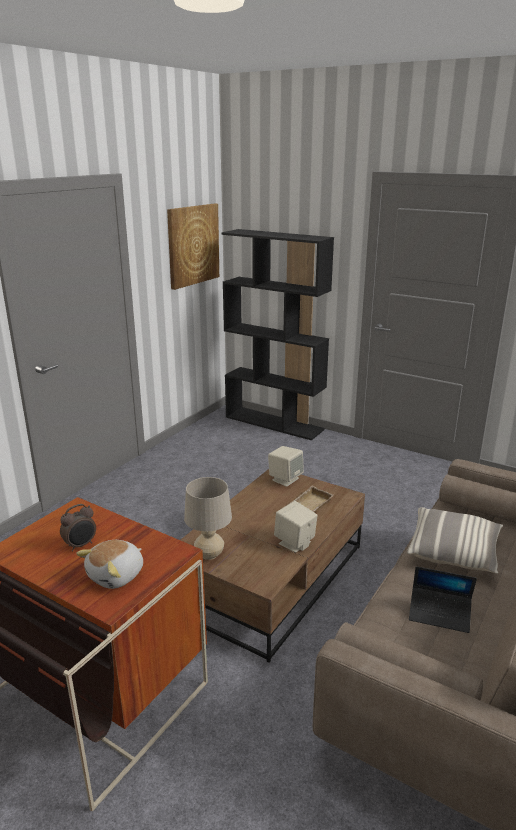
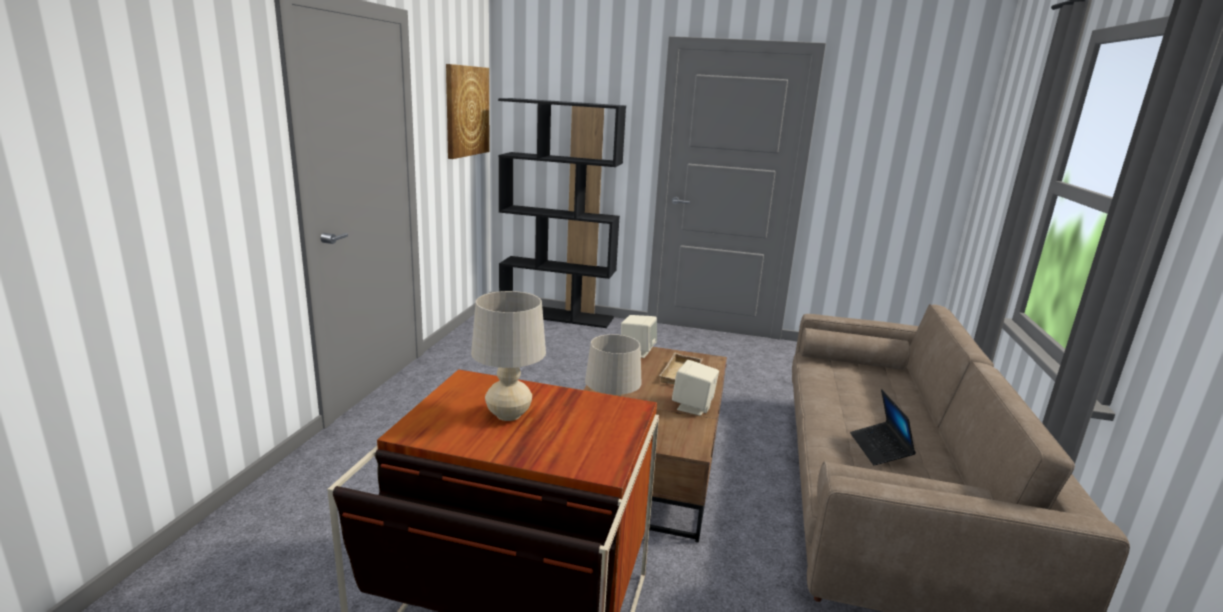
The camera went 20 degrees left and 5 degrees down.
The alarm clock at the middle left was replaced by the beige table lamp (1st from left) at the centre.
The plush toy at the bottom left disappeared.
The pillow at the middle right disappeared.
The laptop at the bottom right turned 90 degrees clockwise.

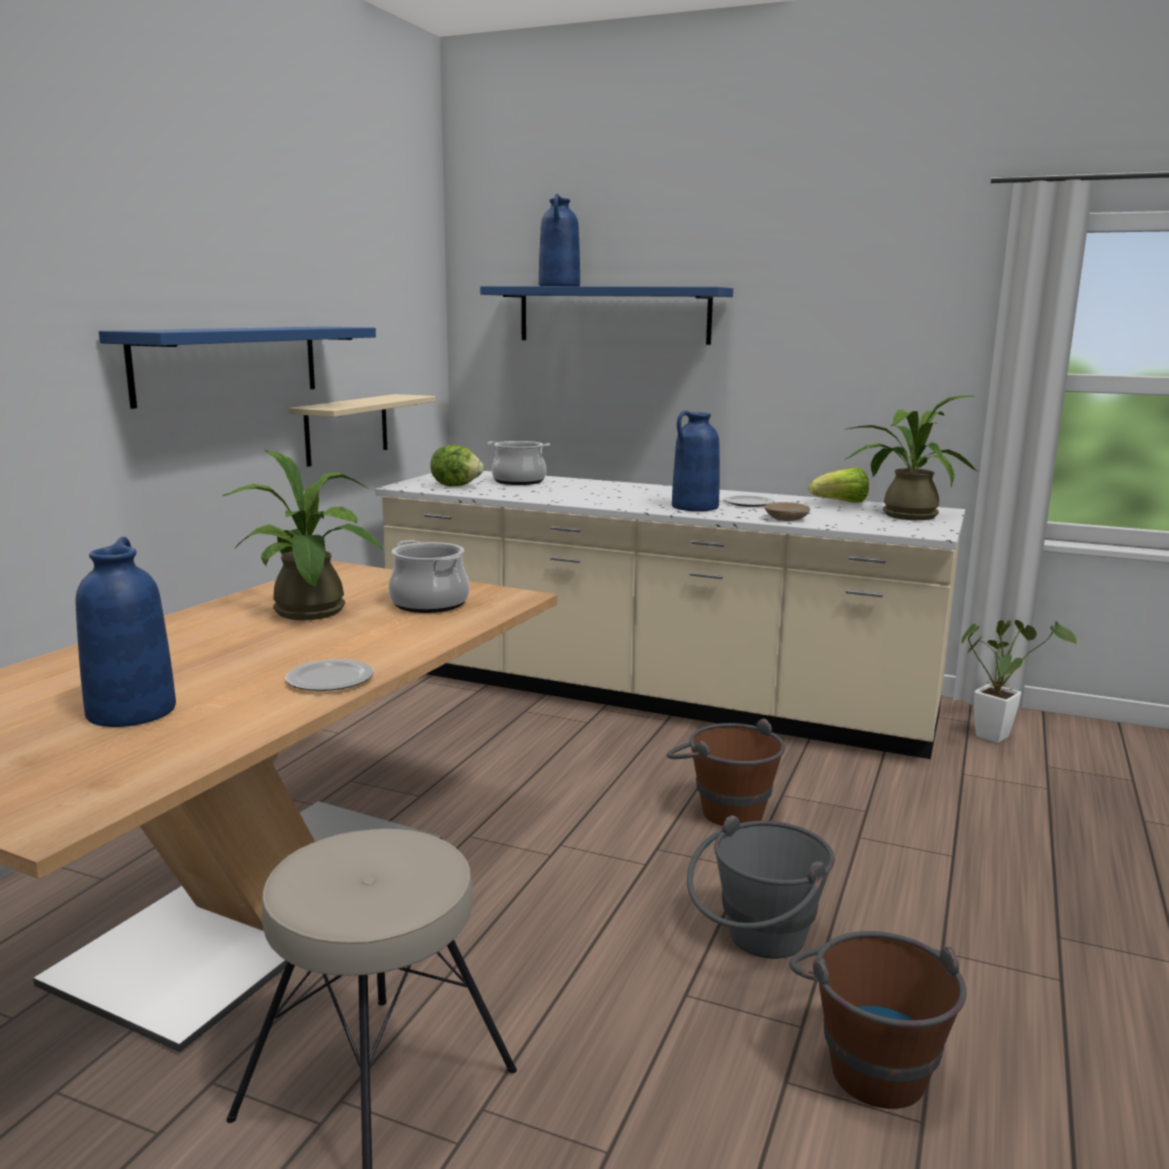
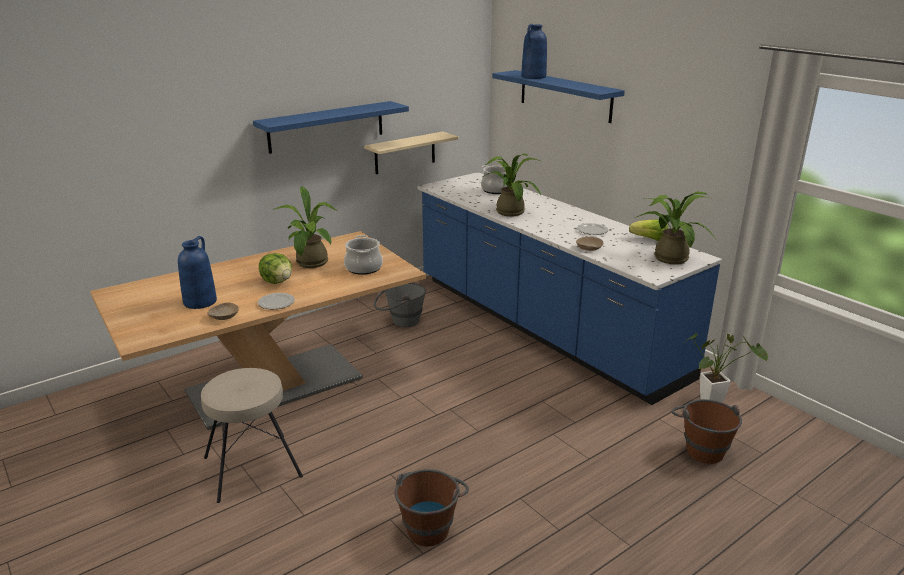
The camera went 30 degrees right and 10 degrees up.
The beige counter at the centre became the blue counter at the centre.
The lettuce (1st from left) moved from the centre to the middle left.
The brown bucket (1st from left in the first image) moved from the centre to the bottom right.
The blue vase (3rd from left) at the centre disappeared.
The grey bucket moved from the bottom centre to the centre.
The beige bowl (1st from left) at the middle left appeared.
The potted plant (2nd from left) at the top centre appeared.

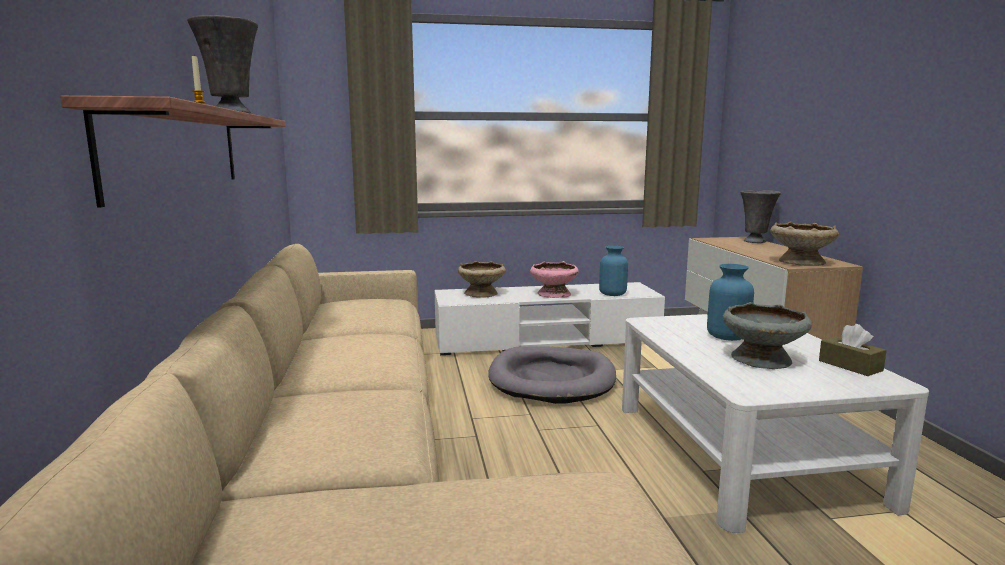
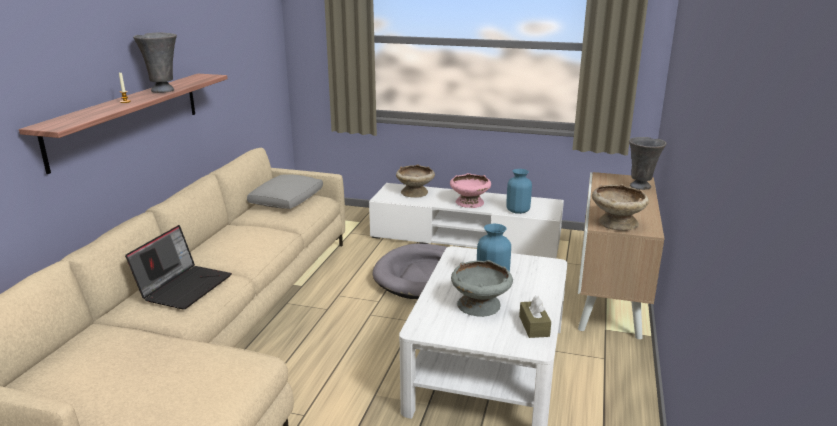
The camera went 25 degrees right and 10 degrees up.
The laptop at the middle left appeared.
The grey pillow at the centre appeared.

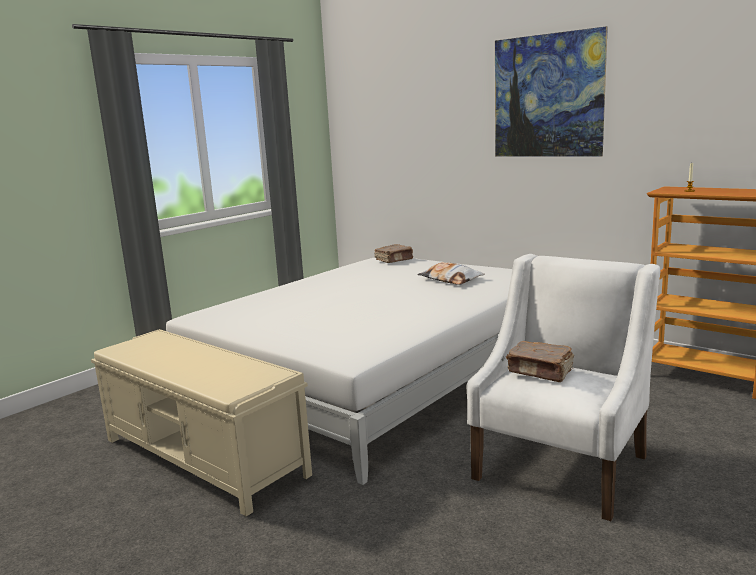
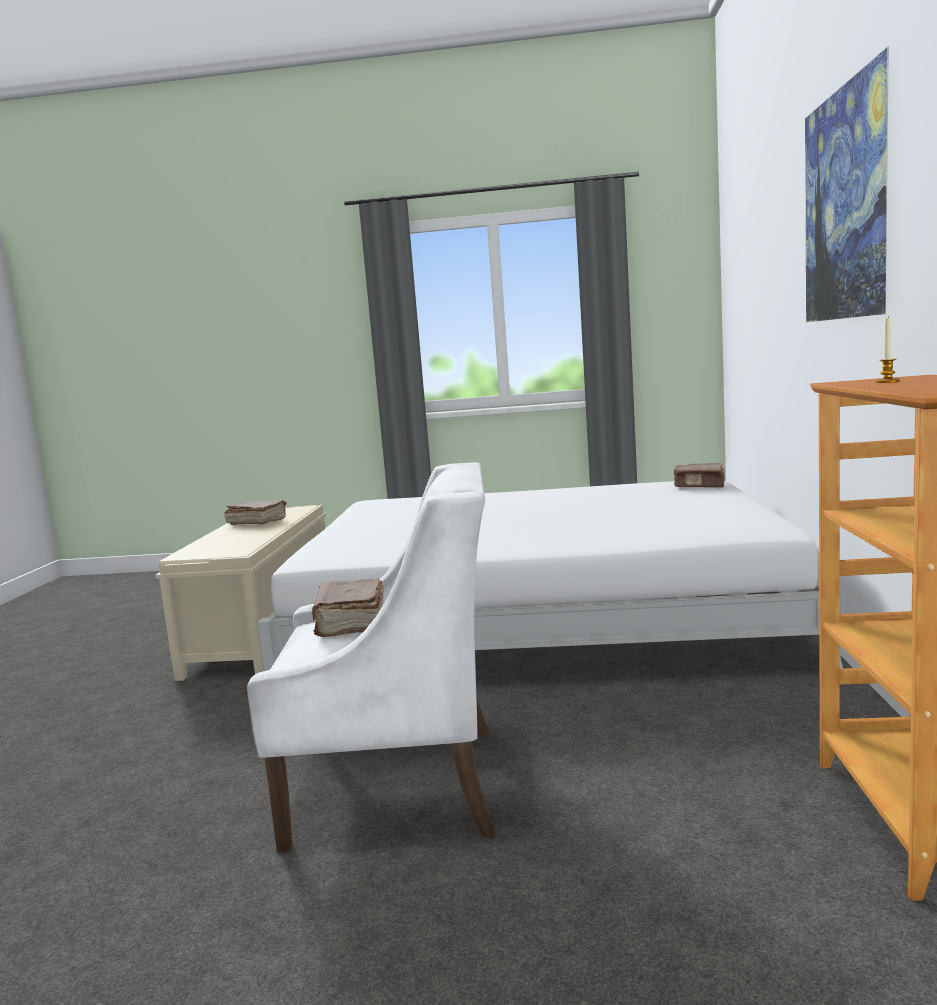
The camera went 55 degrees right and 5 degrees down.
The pillow at the centre disappeared.
The brown book (1st from left) at the middle left appeared.

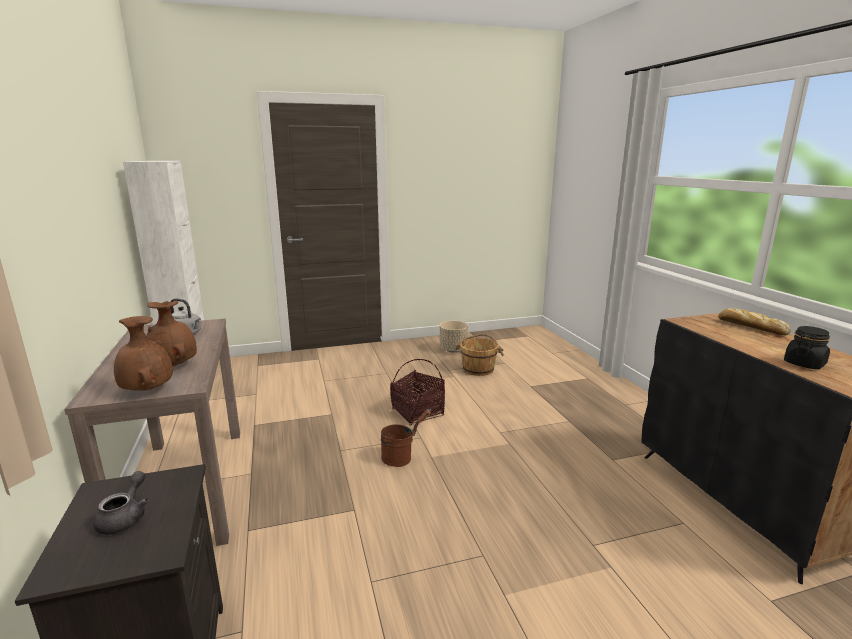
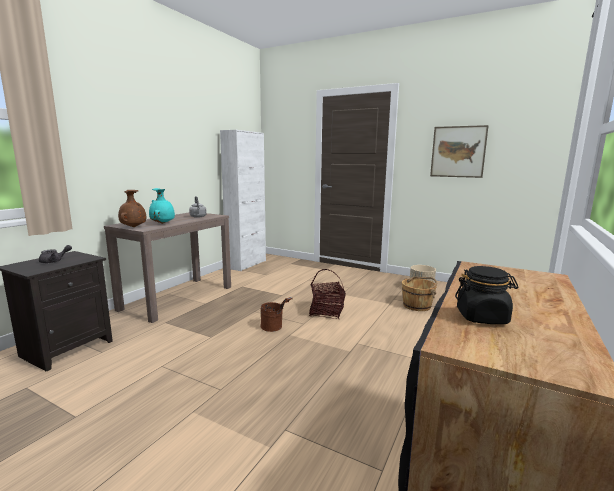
The camera went 45 degrees right and 5 degrees down.
The brown vase (2nd from left) at the middle left became the turquoise vase at the middle left.
The bread at the middle right disappeared.
The picture at the top right appeared.

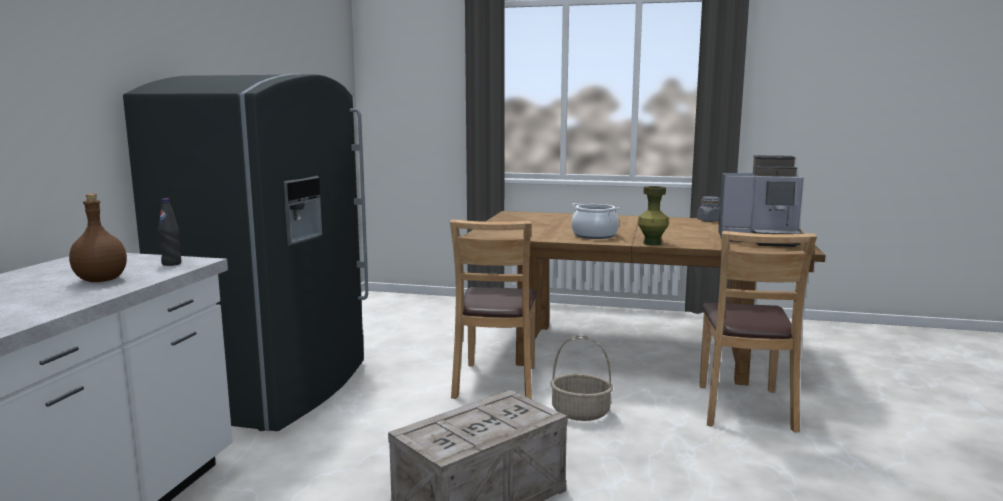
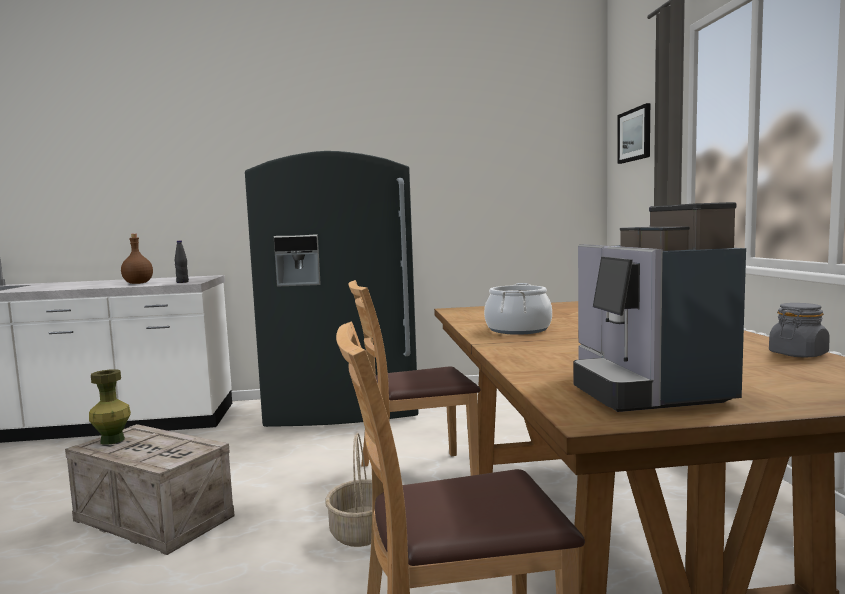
The camera went 70 degrees right and 5 degrees down.
The green vase moved from the centre to the bottom left.
The picture at the top right appeared.

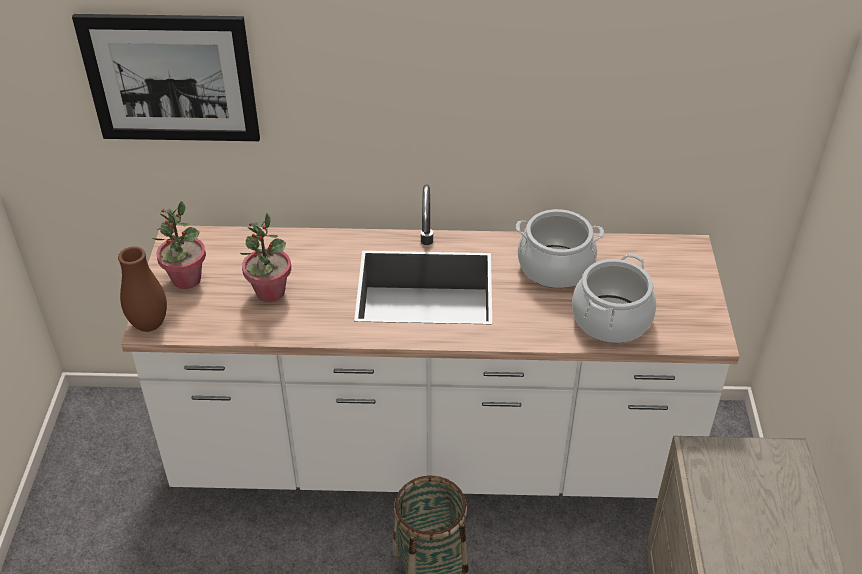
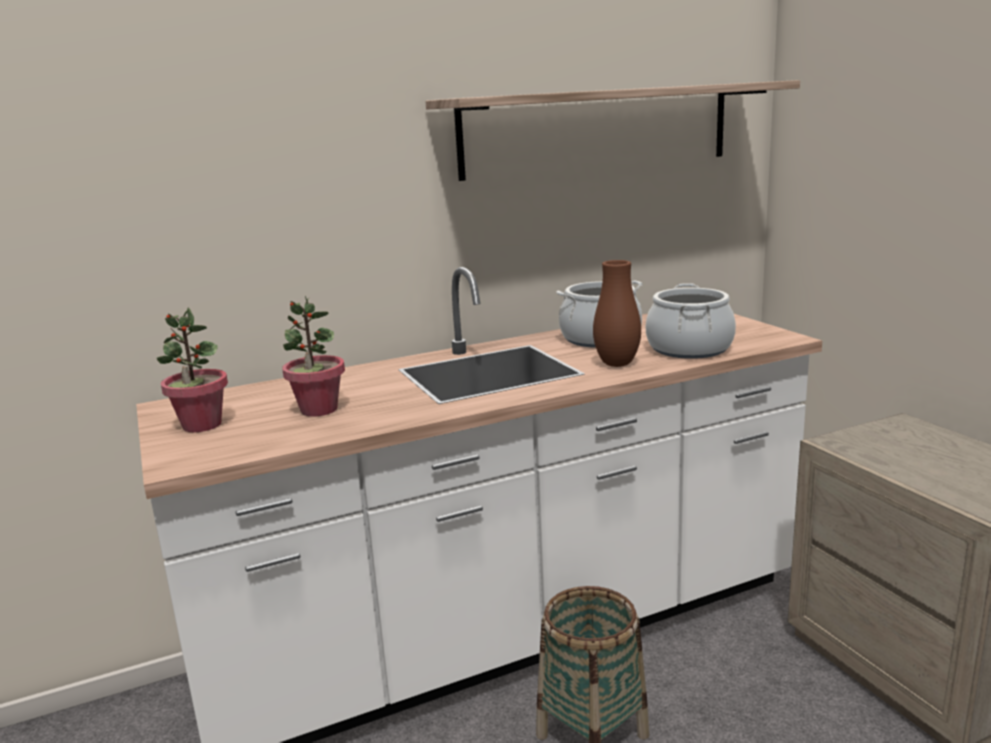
The camera went 25 degrees left and 25 degrees down.
The picture at the top left disappeared.
The brown vase moved from the middle left to the centre.
The shelf at the top centre appeared.

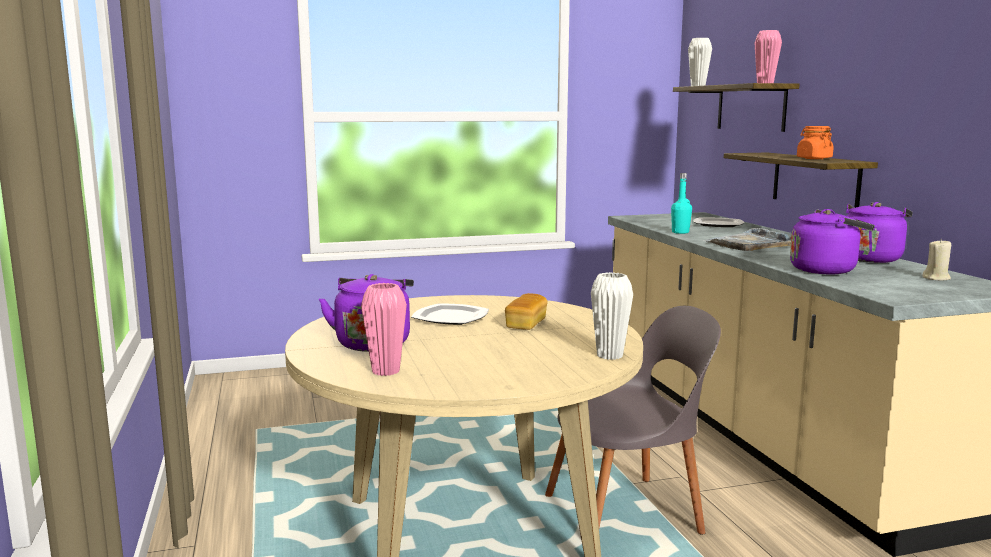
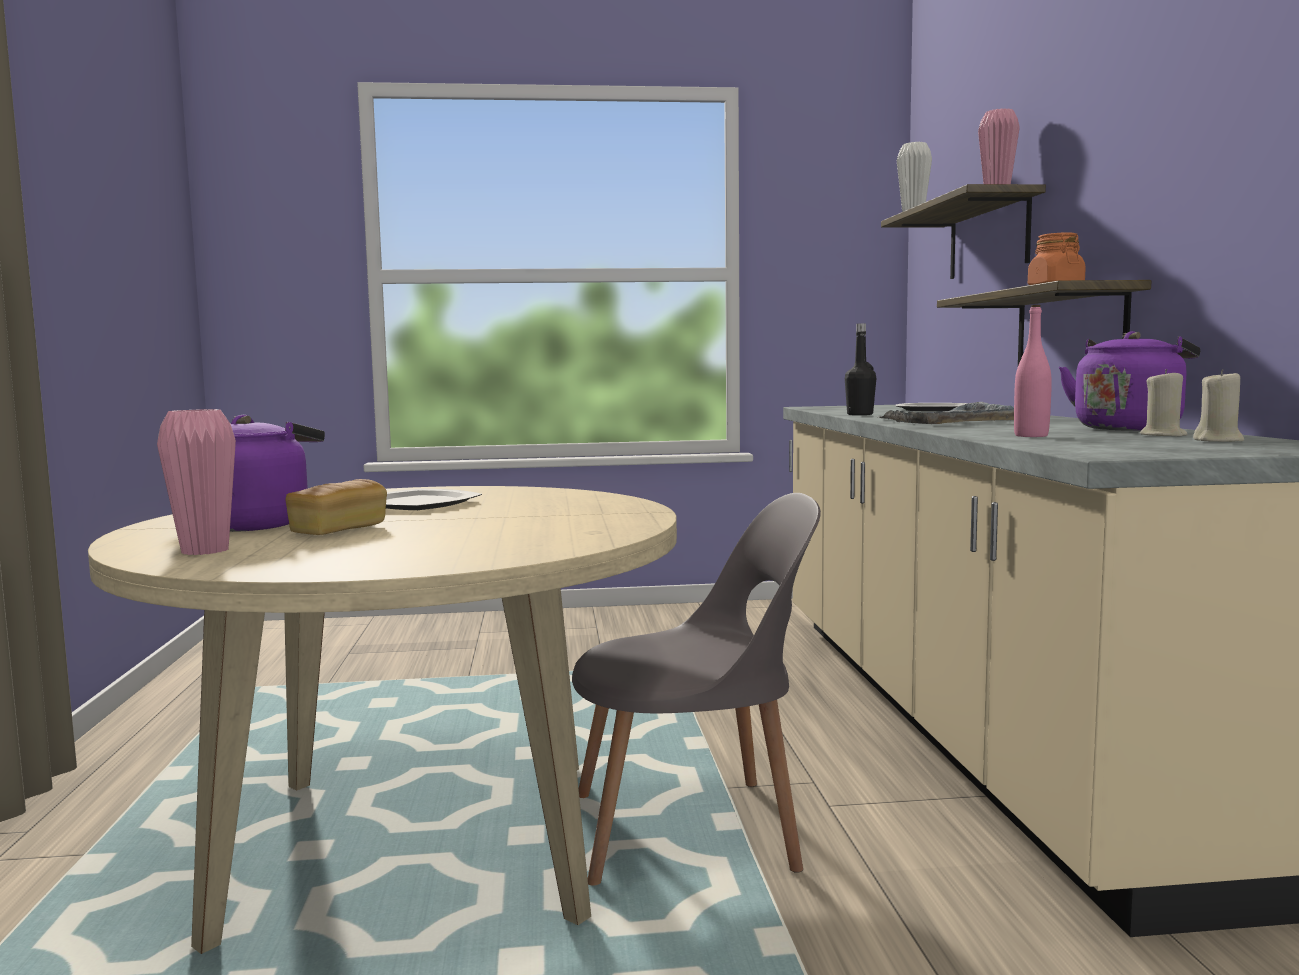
The camera went 10 degrees right and 5 degrees down.
The bread moved from the centre to the middle left.
The white vase (1st from left) at the centre disappeared.
The turquoise bottle at the middle right became the black bottle at the centre.
The purple kettle (2nd from left) at the middle right was replaced by the pink bottle at the middle right.
The beige candle (1st from left) at the middle right appeared.

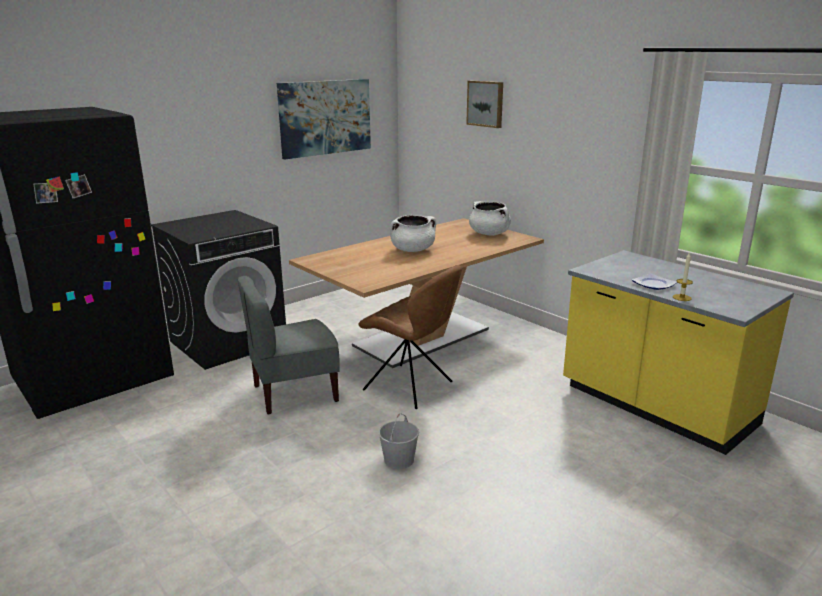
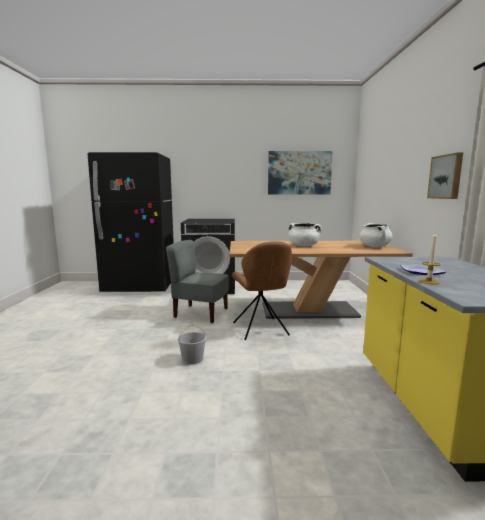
The camera went 40 degrees right and 10 degrees down.
The picture (2nd from left) moved from the top centre to the middle right.

